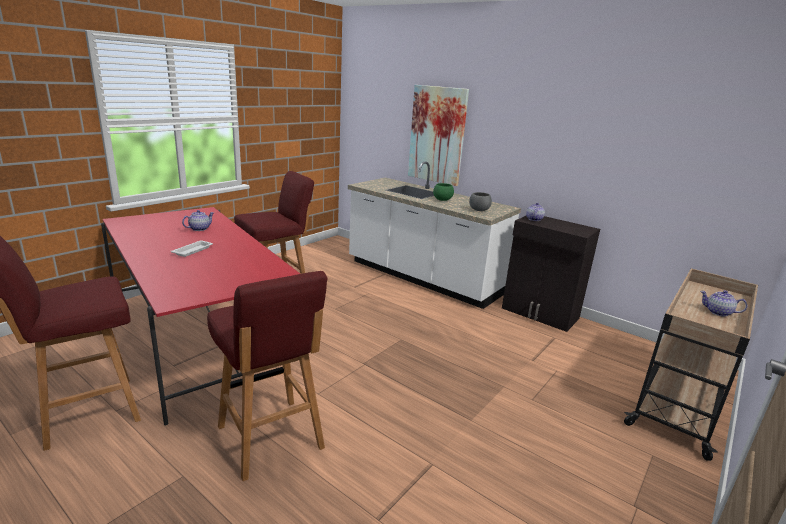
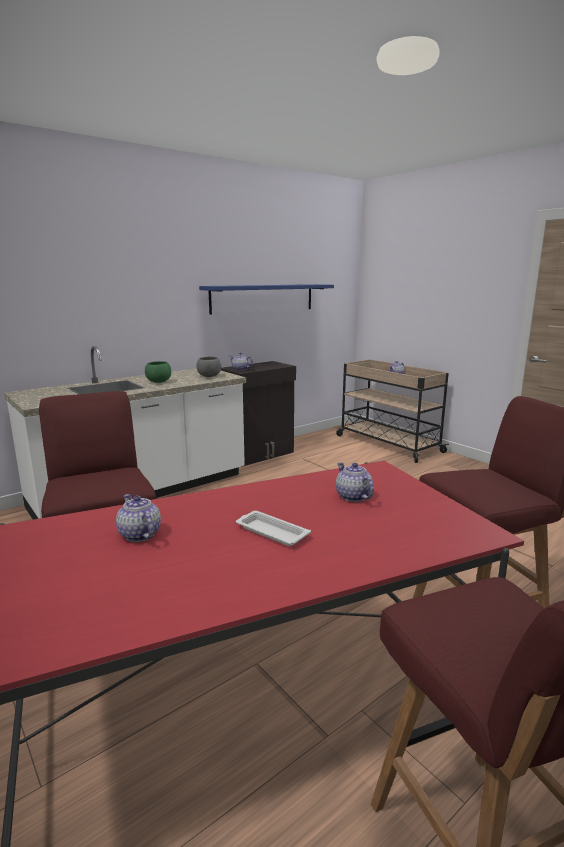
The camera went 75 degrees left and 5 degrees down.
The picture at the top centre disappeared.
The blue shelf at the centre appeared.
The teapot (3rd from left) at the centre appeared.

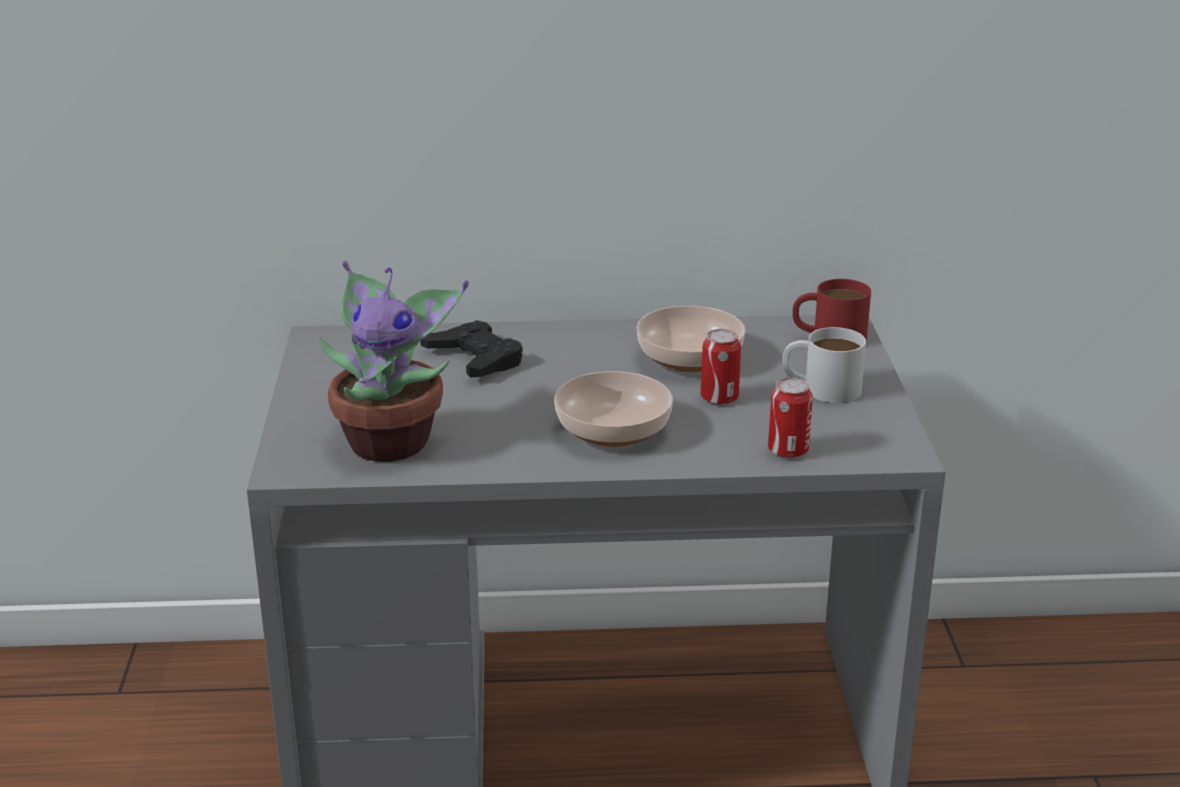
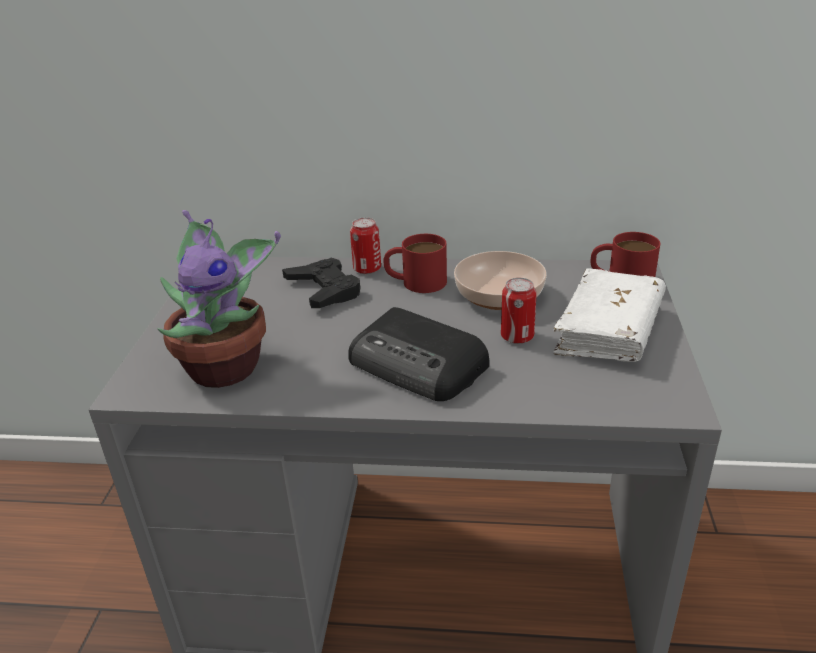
The camera went 10 degrees right and 5 degrees up.
The bowl (1st from left) at the centre was replaced by the radio at the centre.
The can (2nd from left in the first image) moved from the middle right to the centre.
The white mug at the middle right was replaced by the white book at the middle right.
The red mug (1st from left) at the centre appeared.

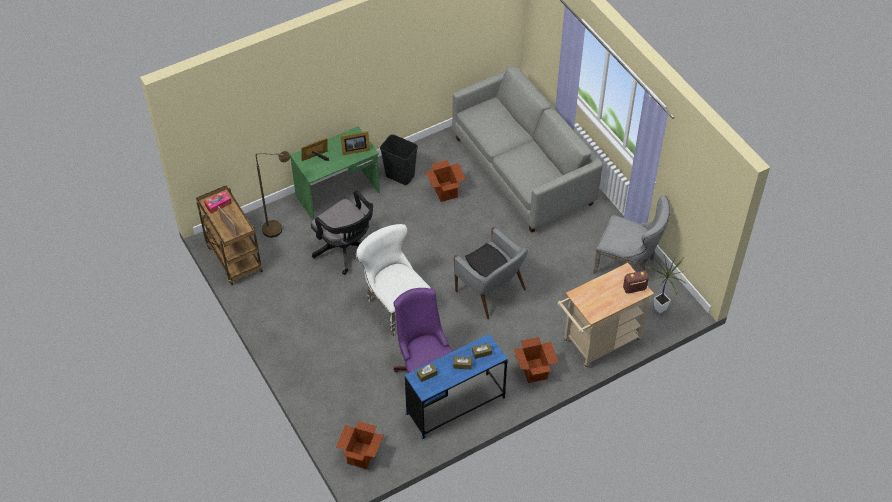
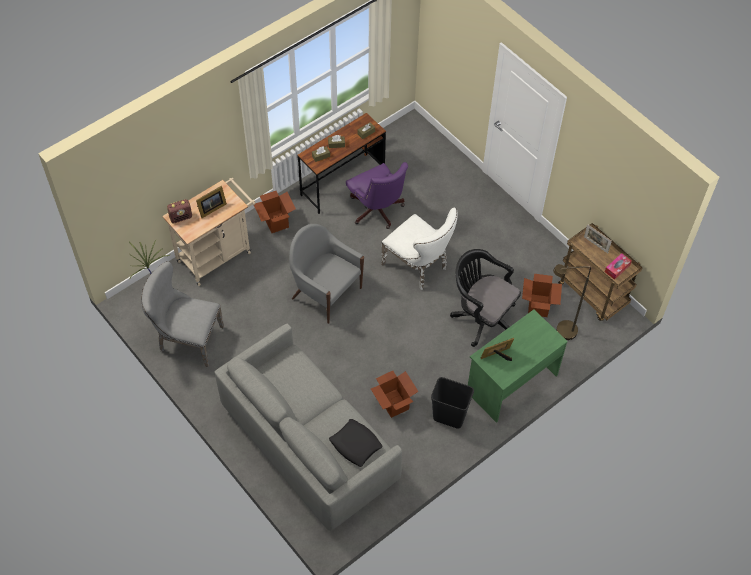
The camera went 170 degrees right and 5 degrees up.
The picture frame (2nd from left in the first image) moved from the top centre to the middle left.
The cardboard box (1st from left in the first image) moved from the bottom centre to the middle right.
The blue desk at the bottom centre became the brown desk at the top centre.
The black pillow moved from the centre to the bottom centre.

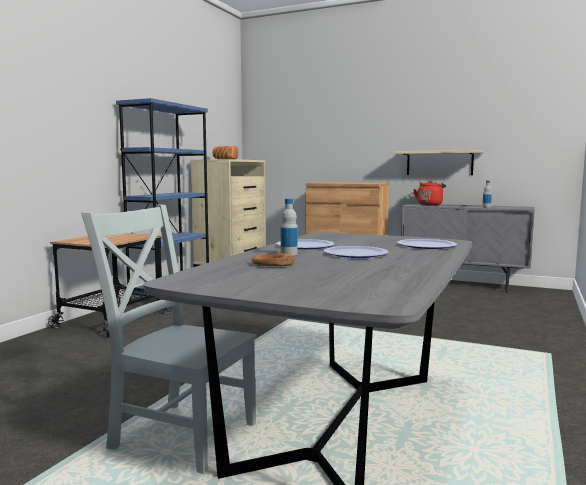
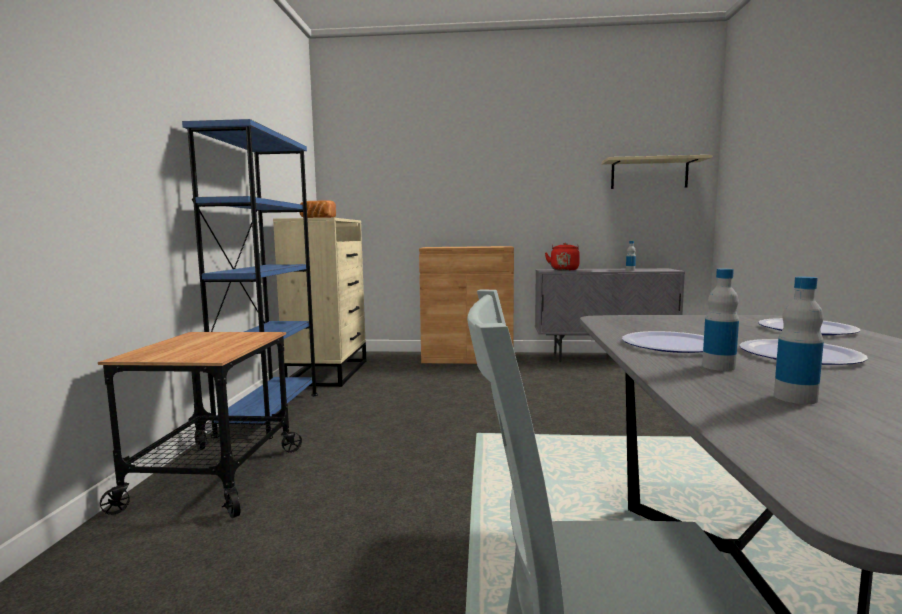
The camera went 20 degrees left and 0 degrees up.
The bread (2nd from left) at the centre was replaced by the bottle (3rd from left) at the middle right.
The beige shelf moved from the middle right to the top right.

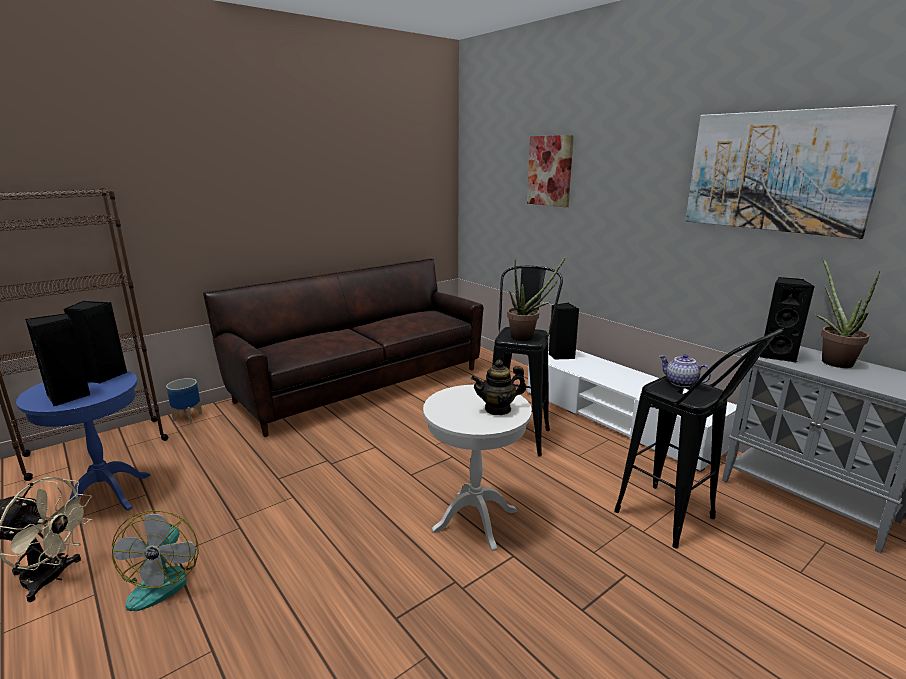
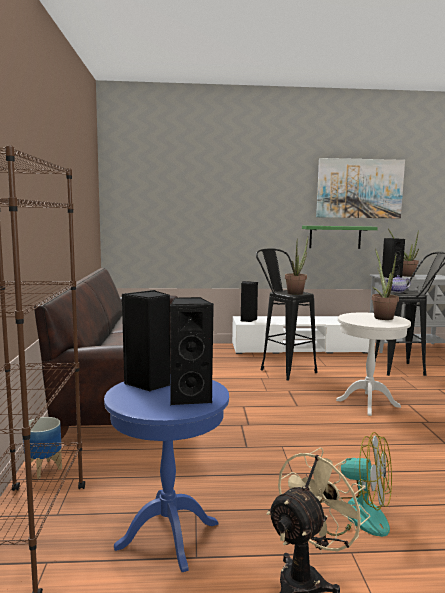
The camera went 55 degrees left and 10 degrees down.
The teapot (1st from left) at the centre was replaced by the potted plant (2nd from left) at the middle right.
The picture (1st from left) at the top centre disappeared.
The green shelf at the middle right appeared.

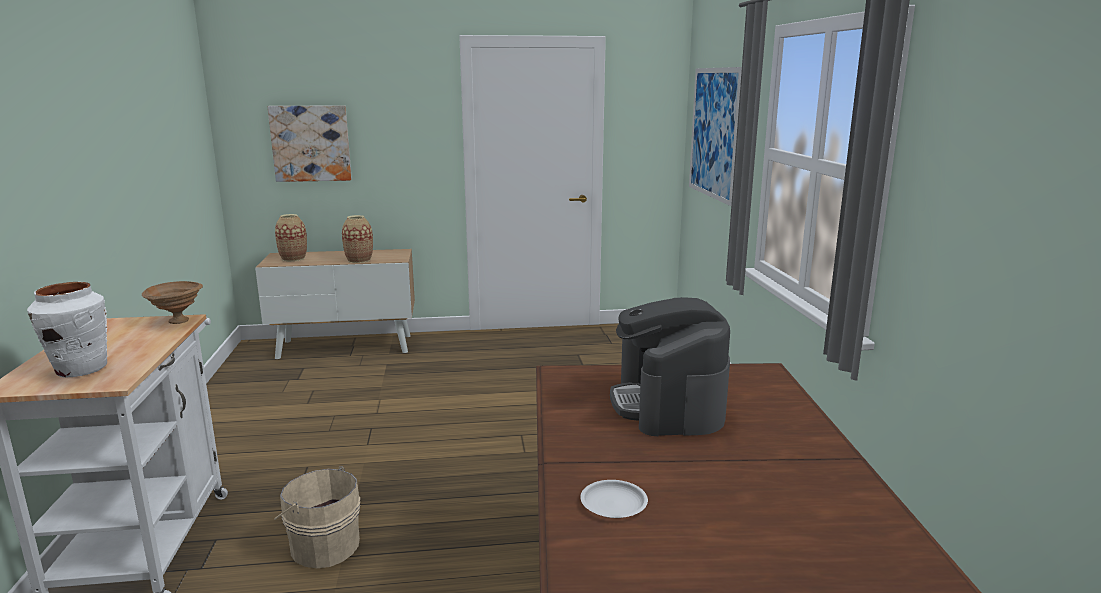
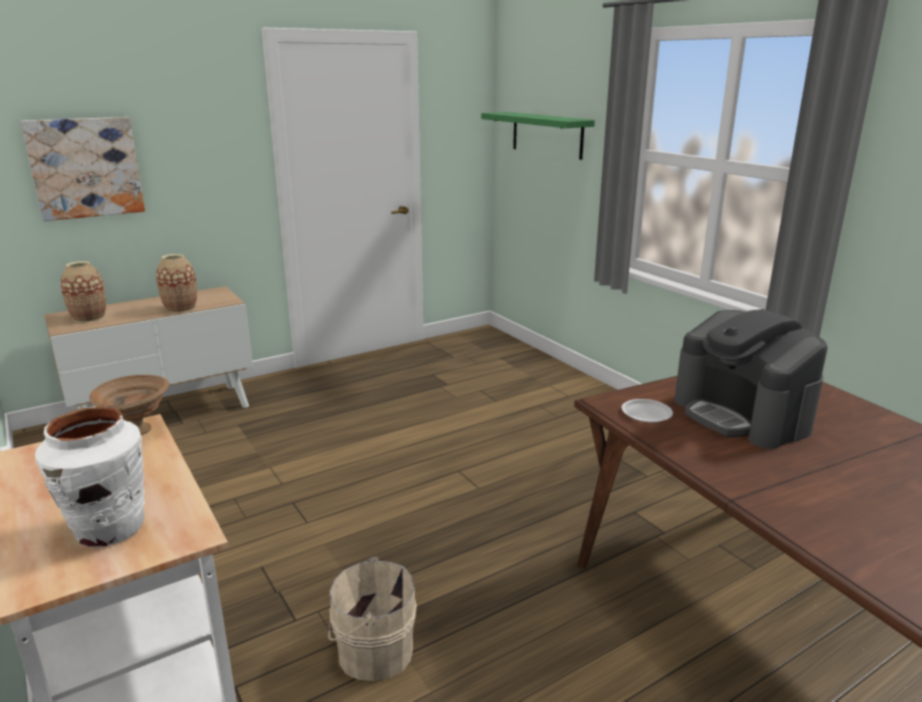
The camera went 25 degrees left and 5 degrees up.
The white plate moved from the bottom centre to the middle right.
The picture (2nd from left) at the top centre was replaced by the green shelf at the top centre.

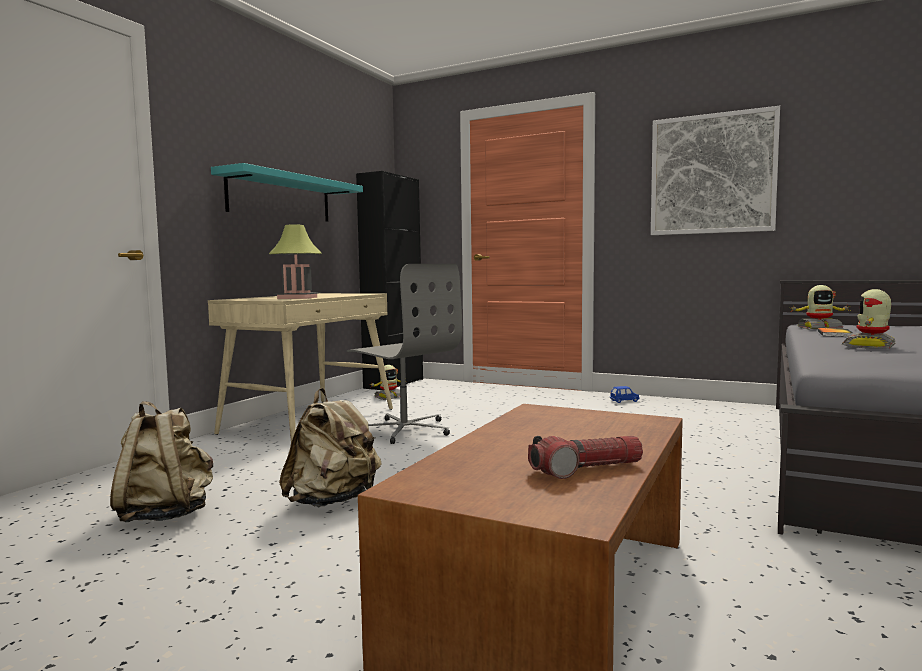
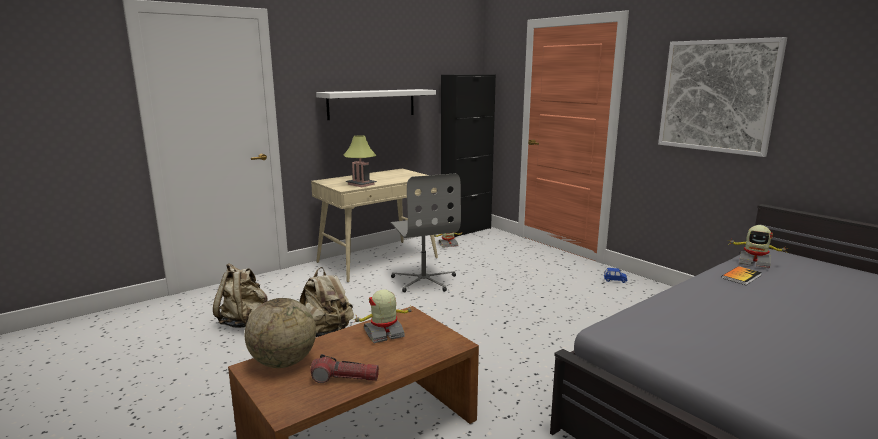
The camera went 25 degrees right and 10 degrees up.
The turquoise shelf at the top left became the white shelf at the top centre.
The toy robot (3rd from left in the first image) moved from the middle right to the bottom centre.
The globe at the bottom left appeared.

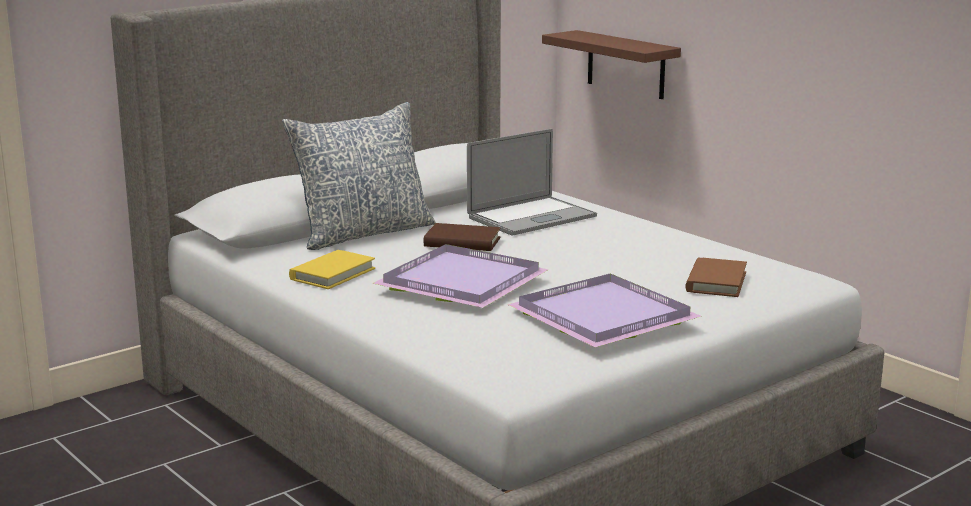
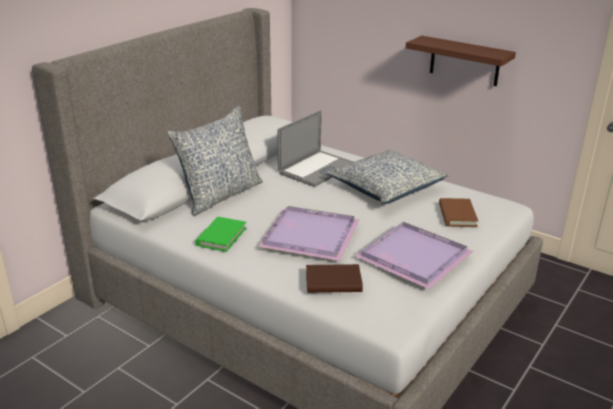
The camera went 15 degrees left and 10 degrees up.
The yellow book at the centre became the green book at the centre.
The brown book (1st from left) moved from the centre to the bottom centre.
The brown shelf moved from the top centre to the top right.
The pillow (2nd from left) at the centre appeared.

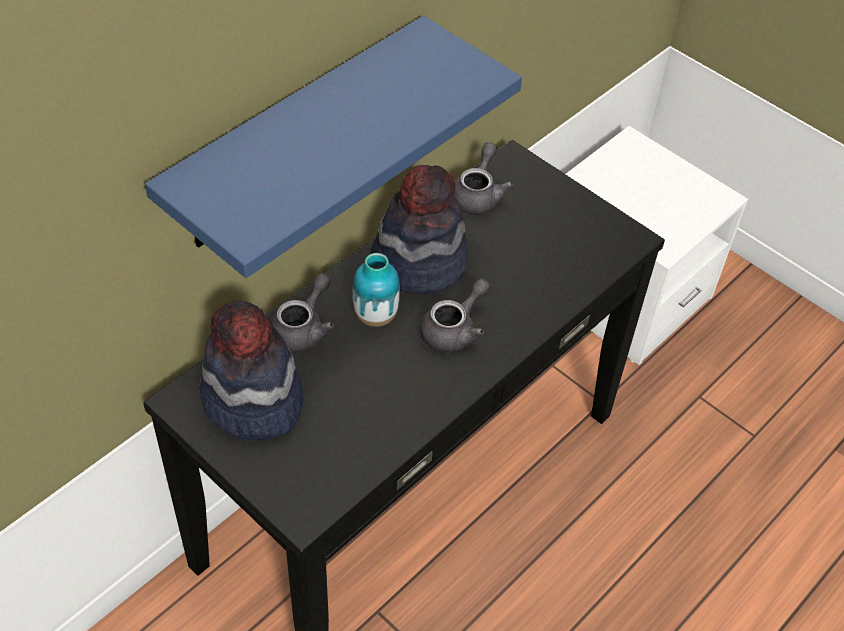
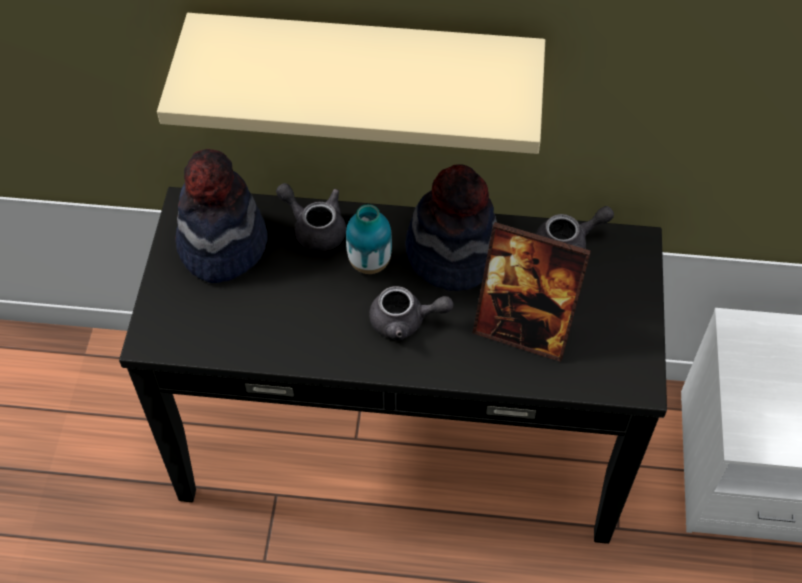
The camera went 55 degrees right and 5 degrees up.
The blue shelf at the top centre became the beige shelf at the top centre.
The grey teapot (1st from left) at the centre turned 135 degrees counterclockwise.
The picture frame at the centre appeared.

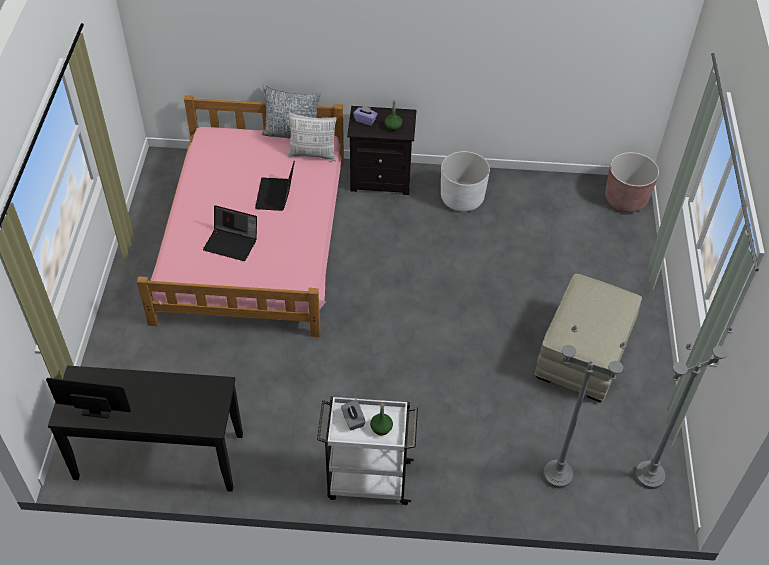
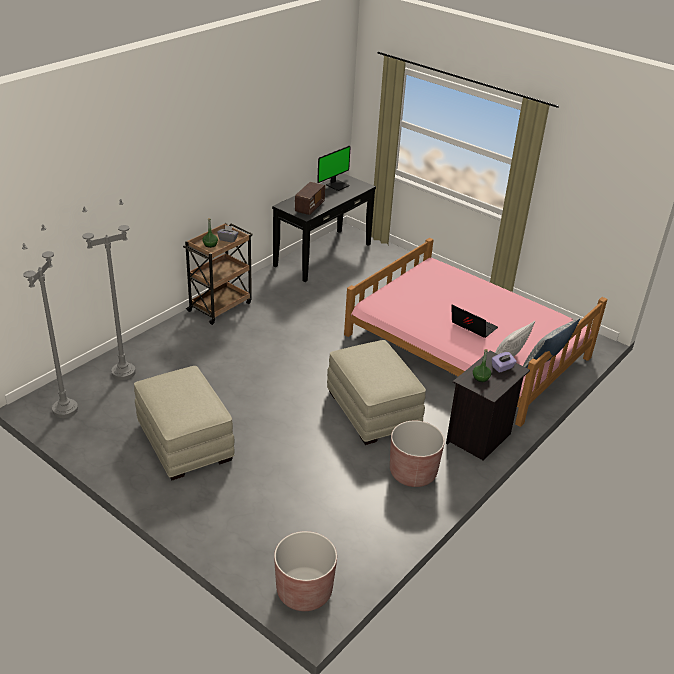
The camera went 125 degrees right and 15 degrees down.
The laptop (1st from left) at the middle left disappeared.
The white cart at the bottom centre became the brown cart at the middle left.
The white planter at the top centre became the brown planter (2nd from left) at the bottom centre.
The radio at the top centre appeared.
The beige ottoman (2nd from left) at the centre appeared.

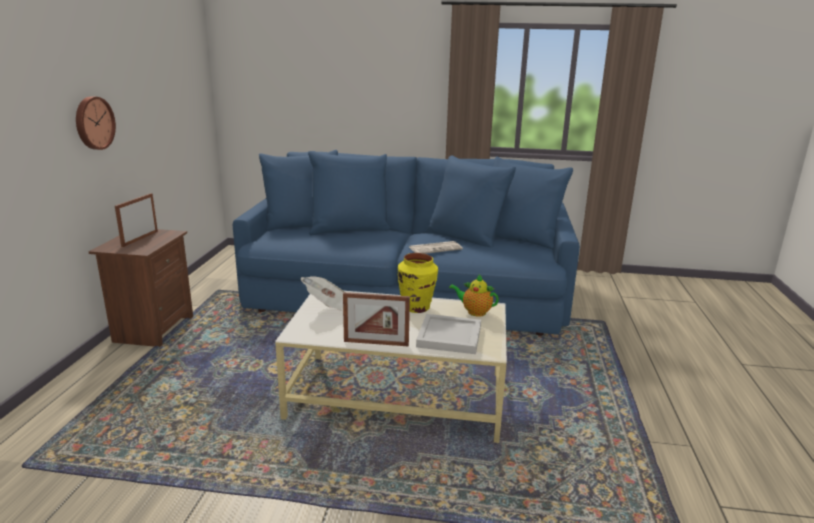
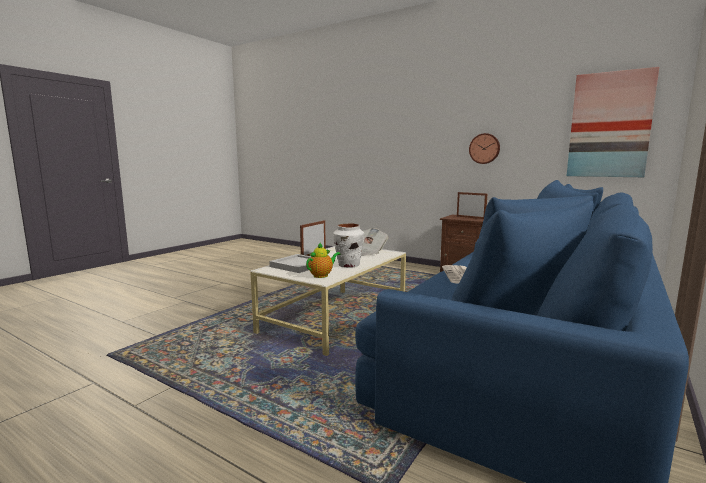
The camera went 115 degrees right and 10 degrees down.
The yellow vase at the centre became the white vase at the centre.
The picture at the top right appeared.

